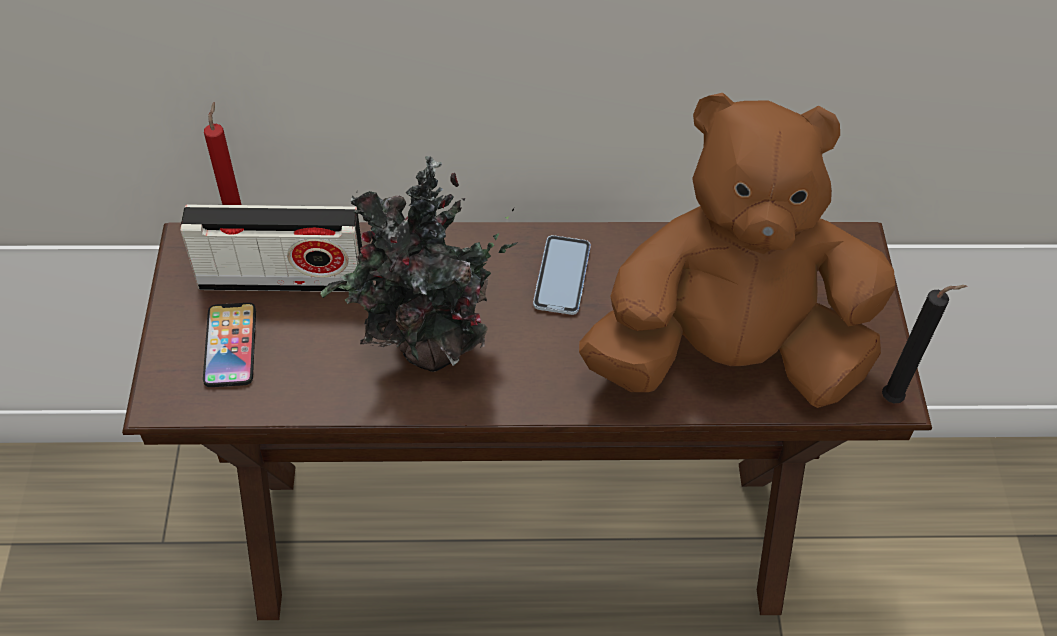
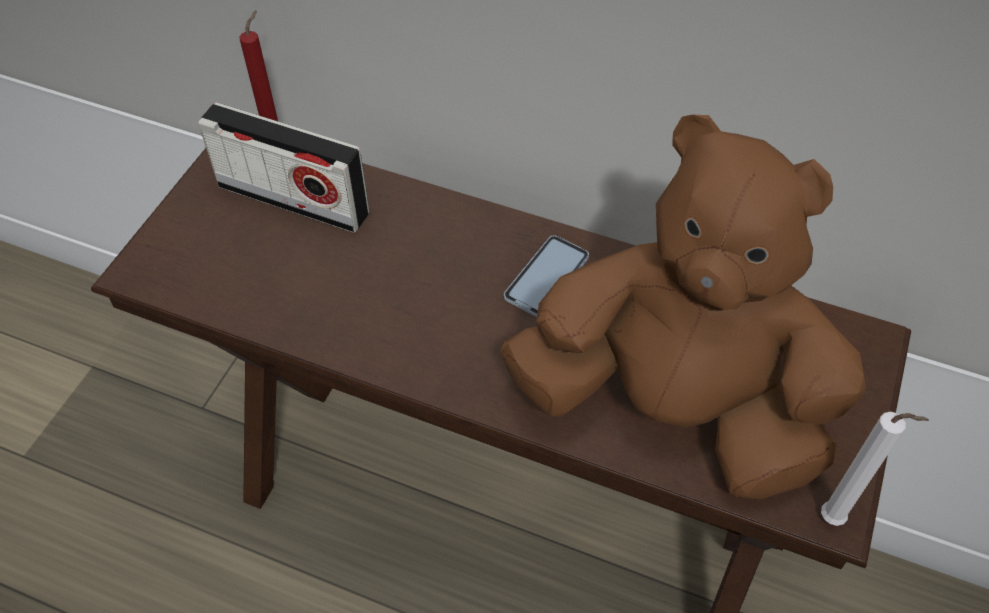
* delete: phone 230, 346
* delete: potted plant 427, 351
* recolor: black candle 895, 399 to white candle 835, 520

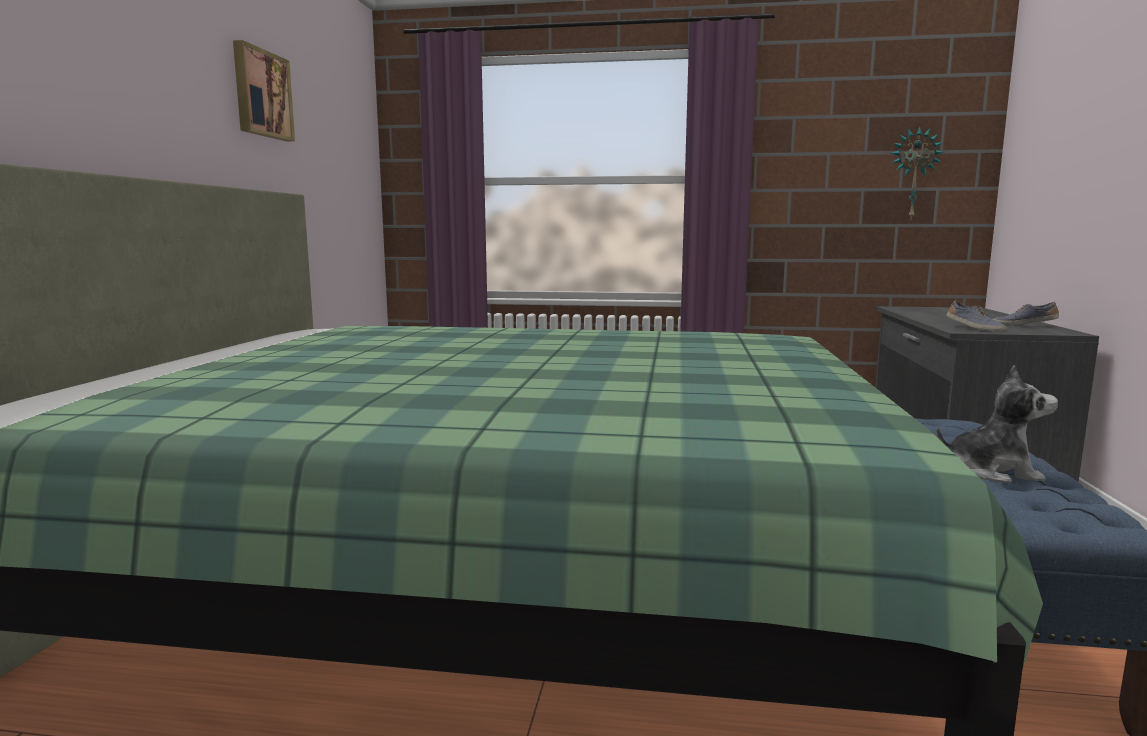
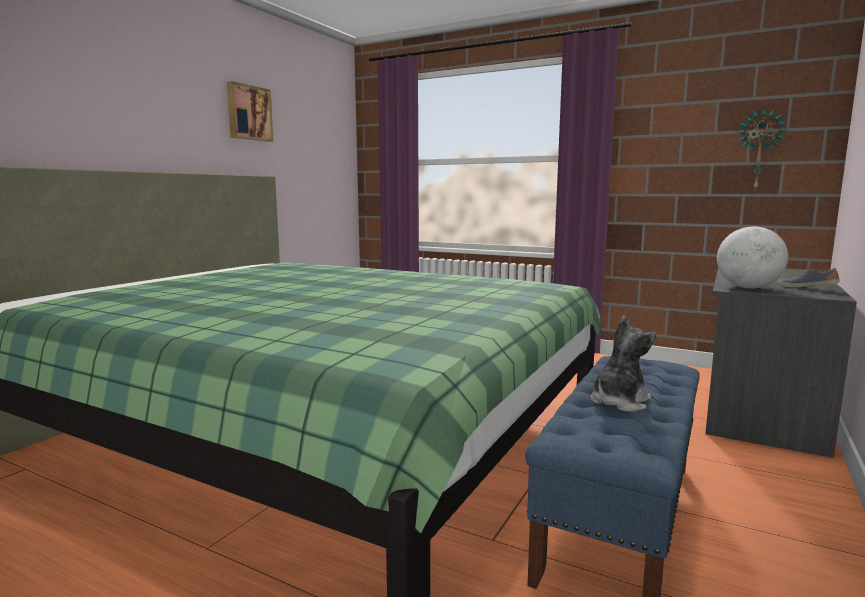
* rotate: plush toy 992, 472 = 618, 402 75 degrees counterclockwise
* replace: shoe 974, 328 to globe 748, 288

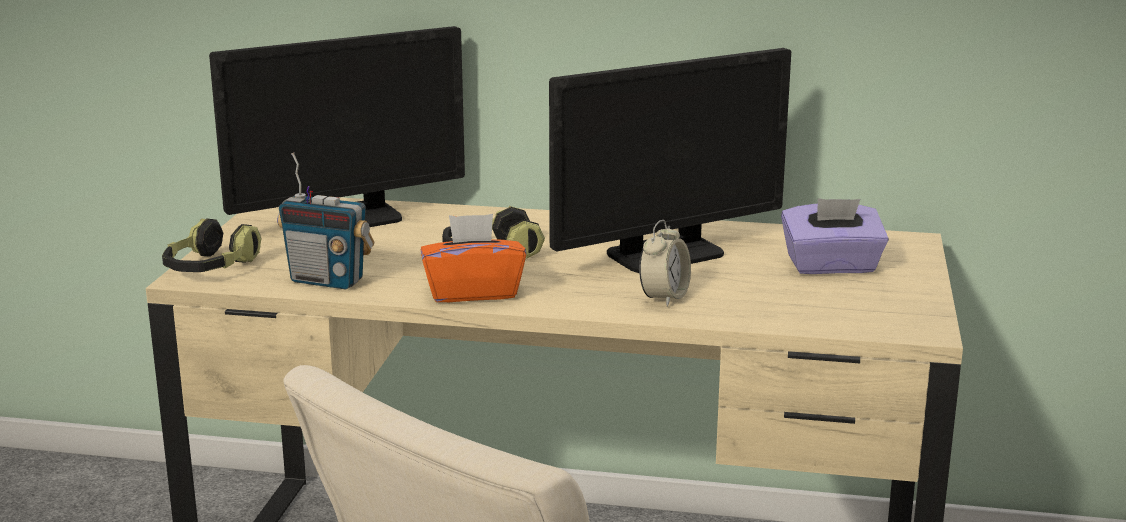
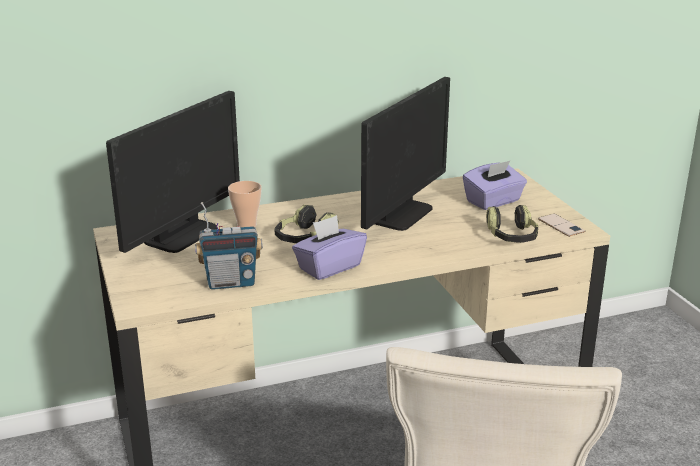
* move: headphones 210, 269 to 512, 237
* recolor: orange tissue box 473, 292 to purple tissue box 329, 267
* delete: alarm clock 664, 297
* insert: cup 246, 226
* insert: phone 561, 225

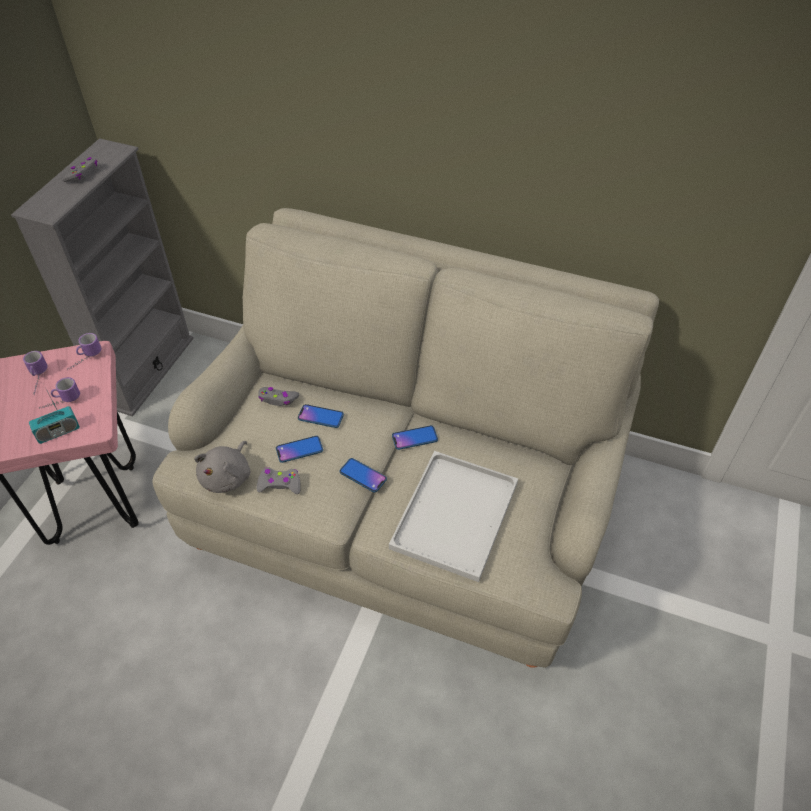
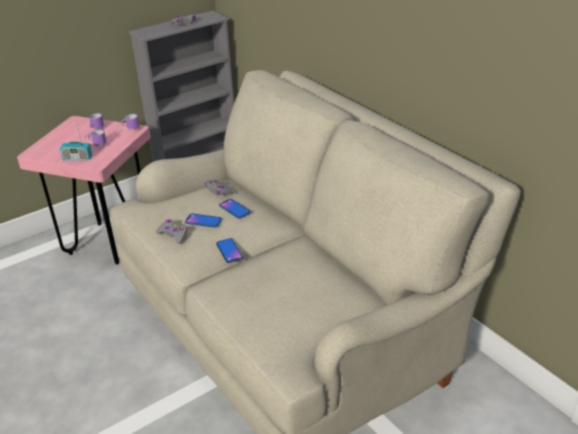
* delete: grey plush toy 228, 476
* delete: white tray 454, 512
* delete: phone 414, 438

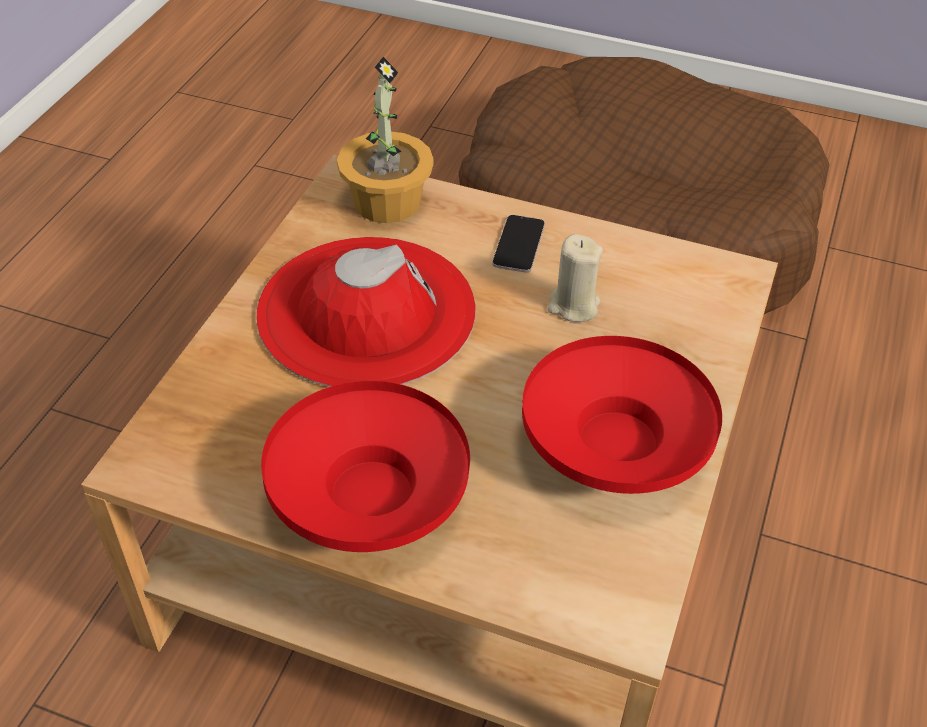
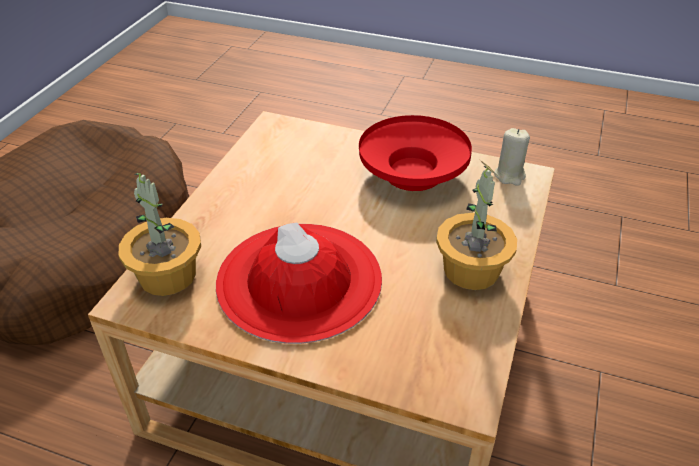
* replace: red bowl 369, 496 to potted plant 470, 270
* delete: phone 518, 244
* move: beige candle 573, 306 to 509, 175

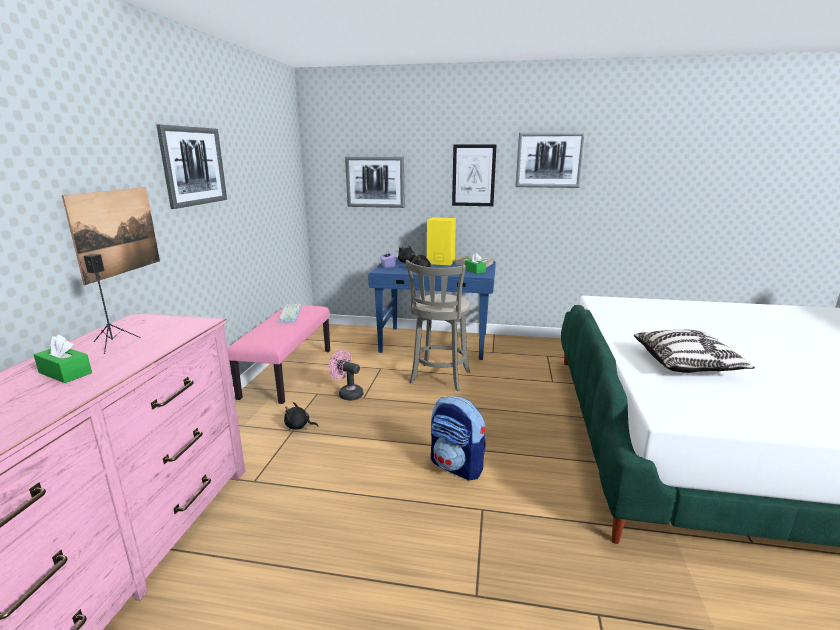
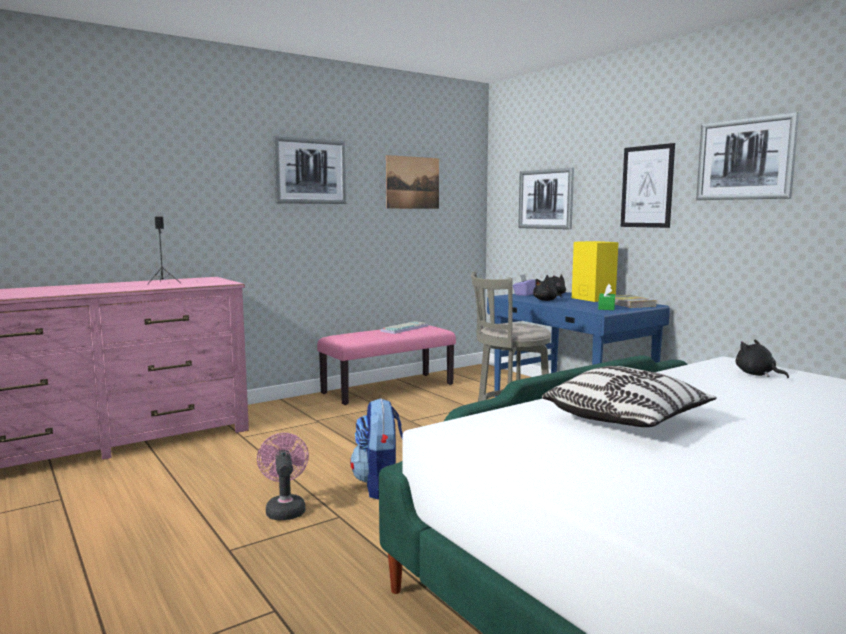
* delete: green tissue box 65, 373
* move: picture 116, 232 to 412, 182
* move: black plush toy 299, 426 to 757, 374
* move: pink fan 347, 394 to 285, 509

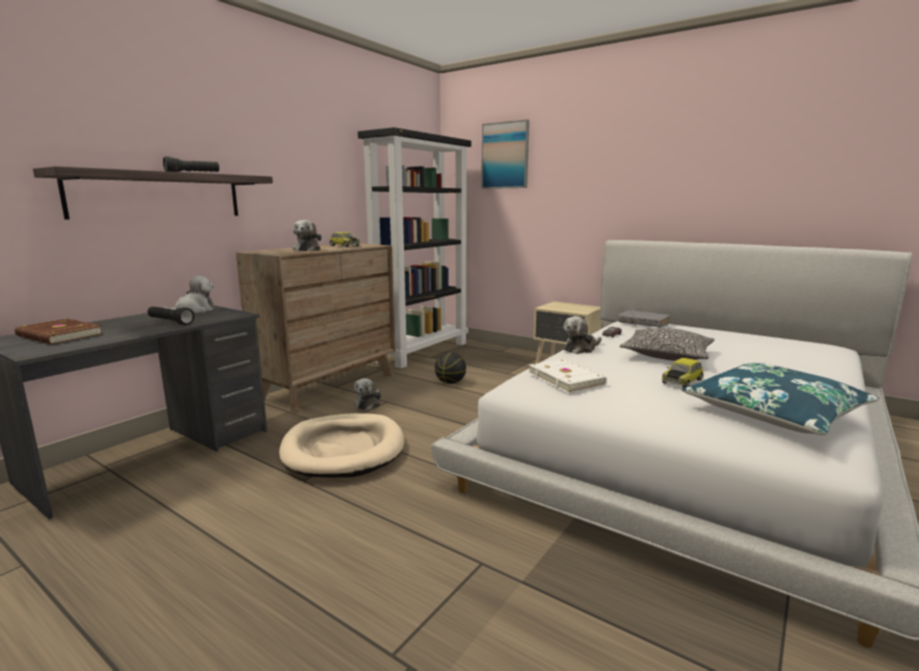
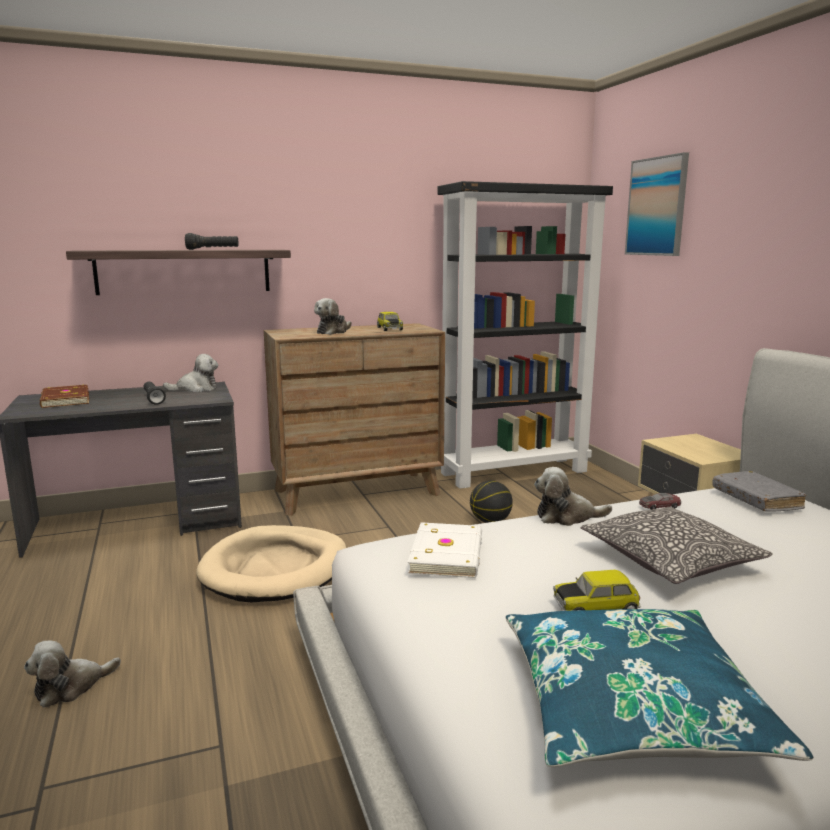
* move: plush toy 369, 403 to 71, 687

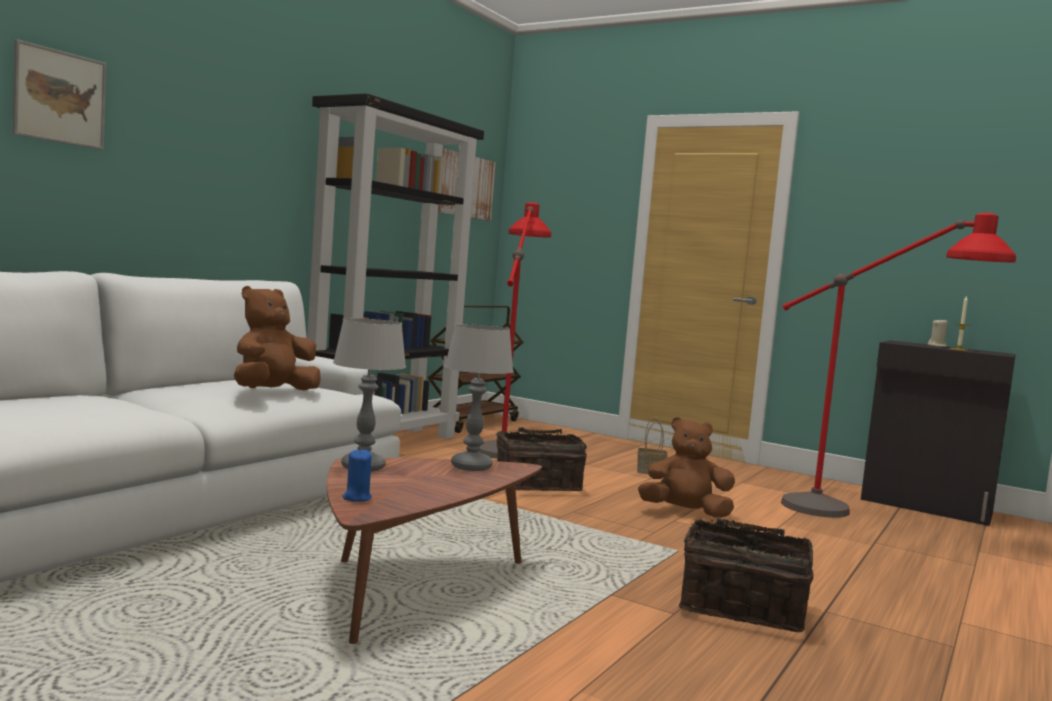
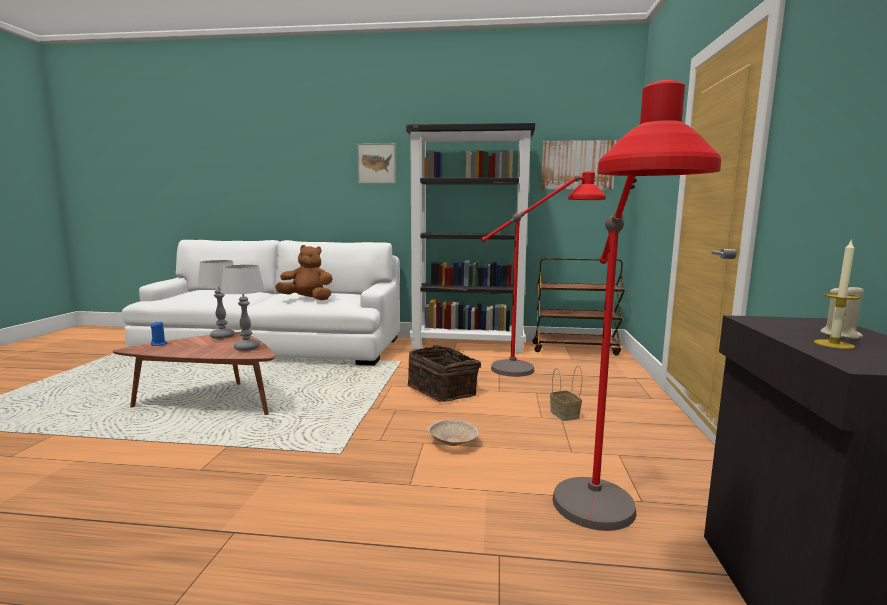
* move: picture 60, 97 to 376, 163
* replace: brown plush toy 685, 512 to beige bowl 453, 443
* delete: basket 742, 608

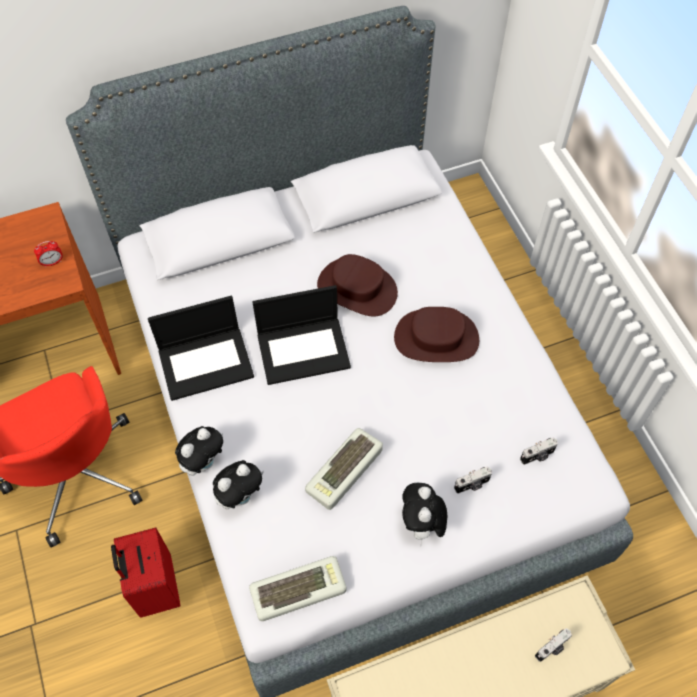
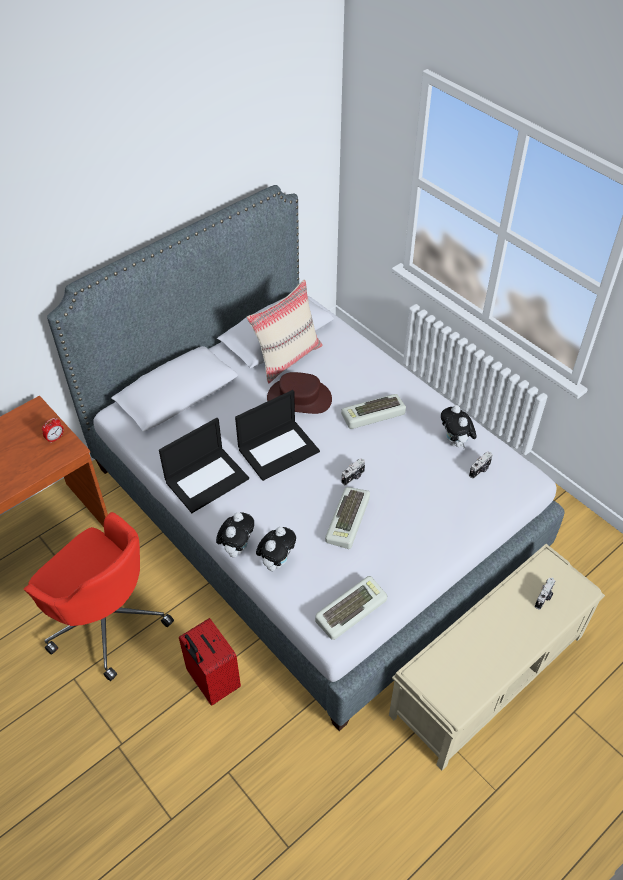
* replace: brown hat 436, 339 to keyboard 373, 415
* move: plush toy 422, 525 to 455, 443
* move: photo camera 472, 485 to 353, 477
* insert: beige pillow 287, 358

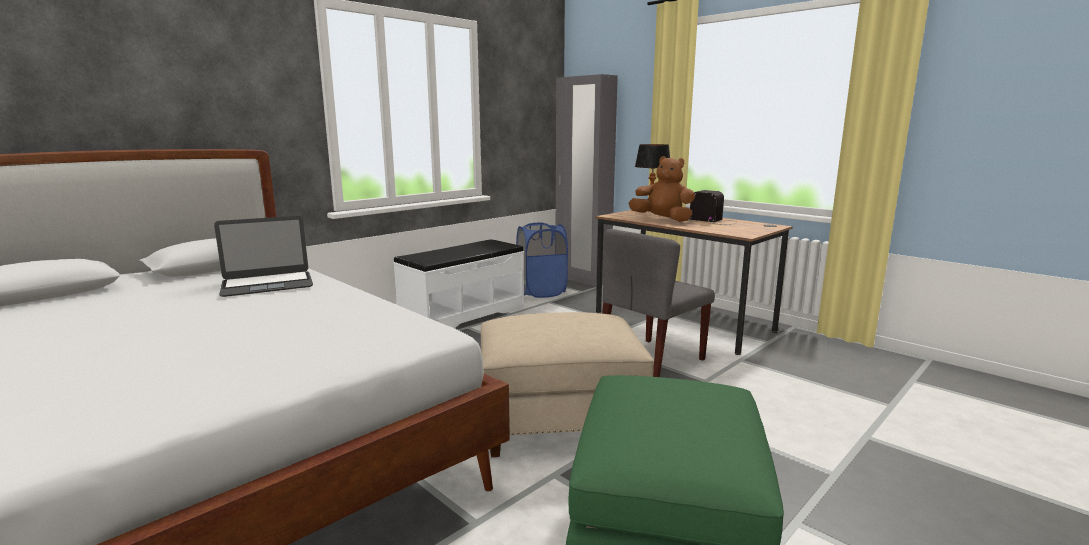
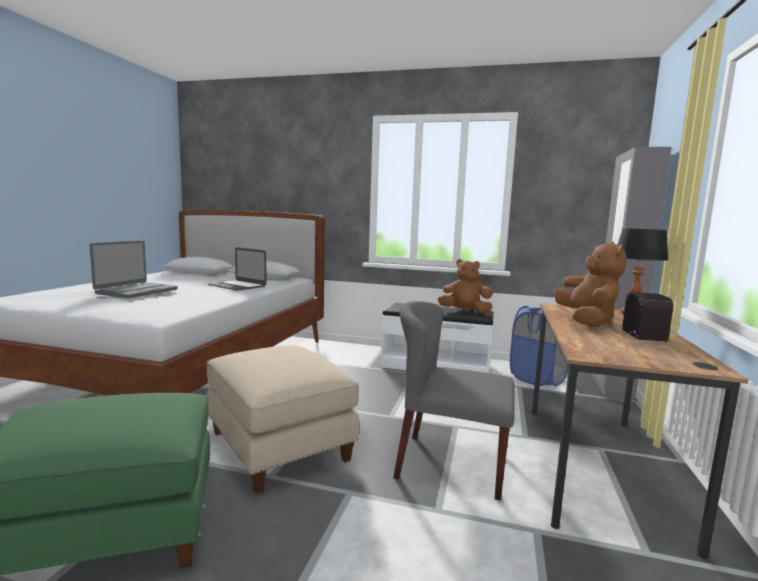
* insert: laptop 136, 291
* insert: brown plush toy 465, 312

